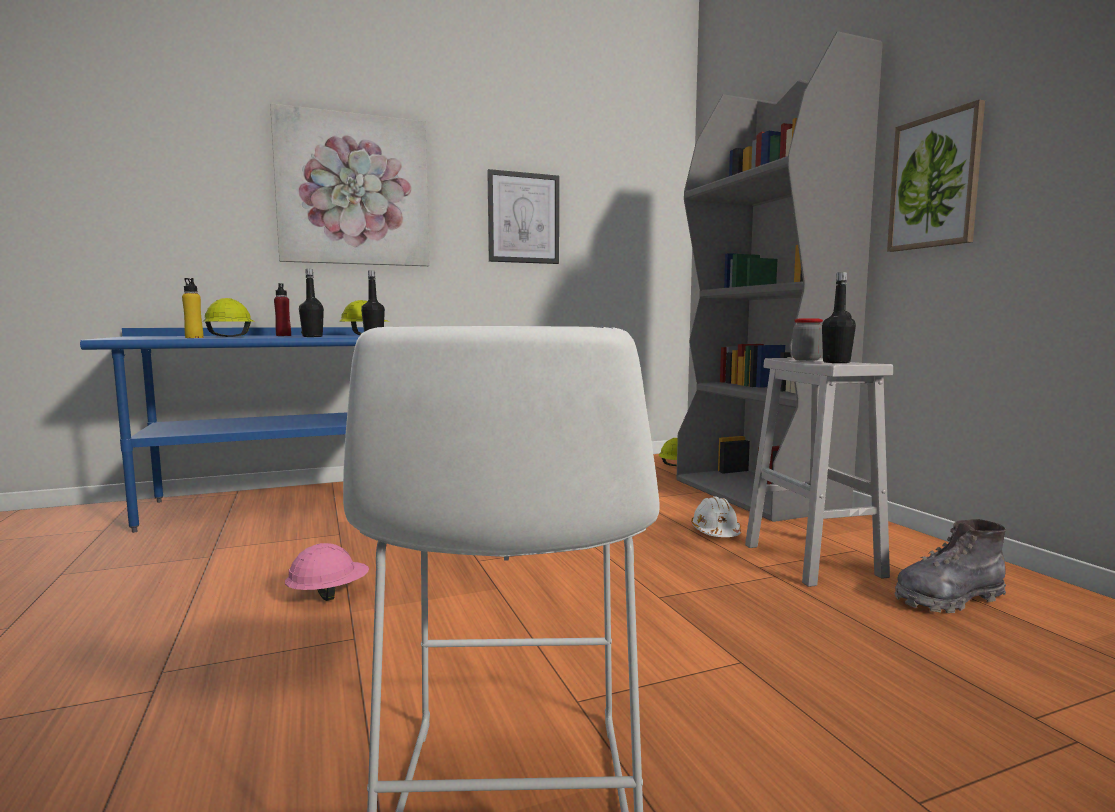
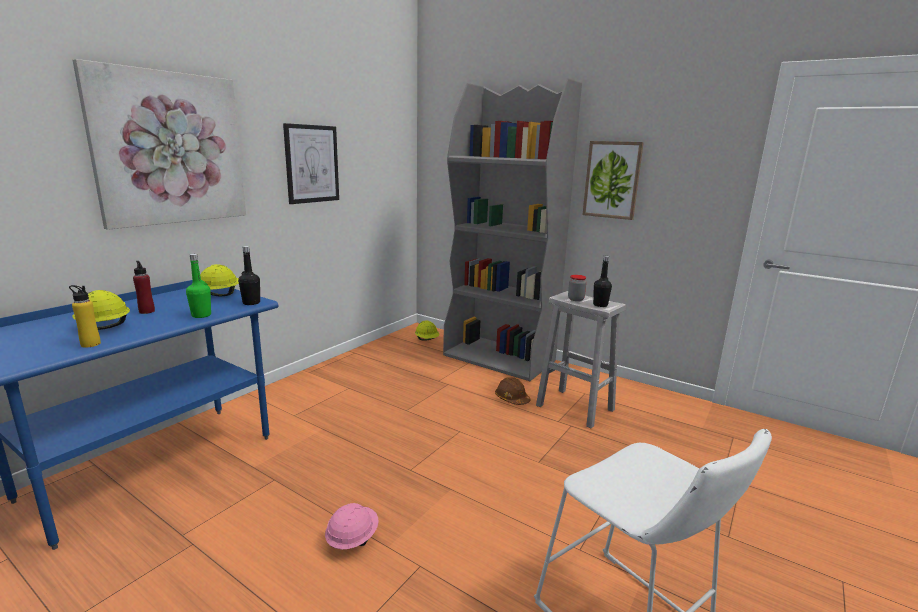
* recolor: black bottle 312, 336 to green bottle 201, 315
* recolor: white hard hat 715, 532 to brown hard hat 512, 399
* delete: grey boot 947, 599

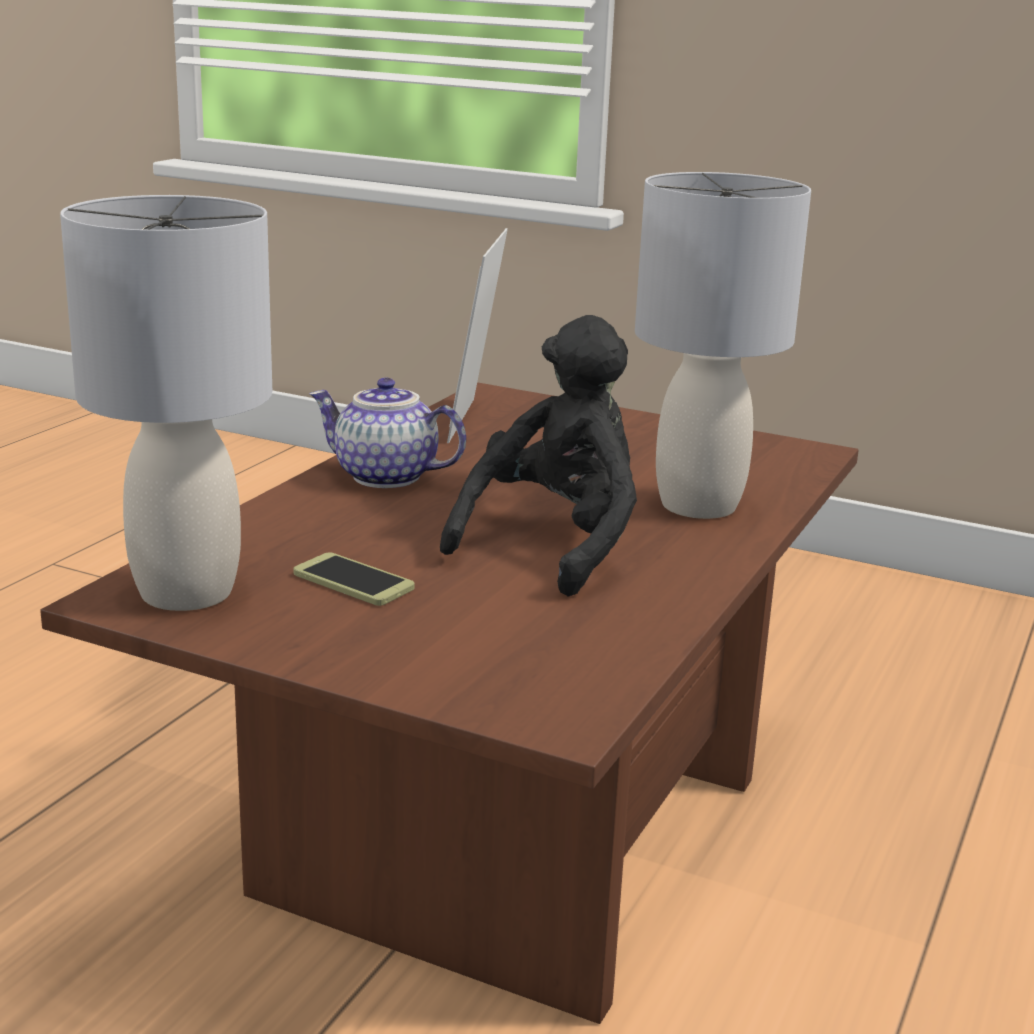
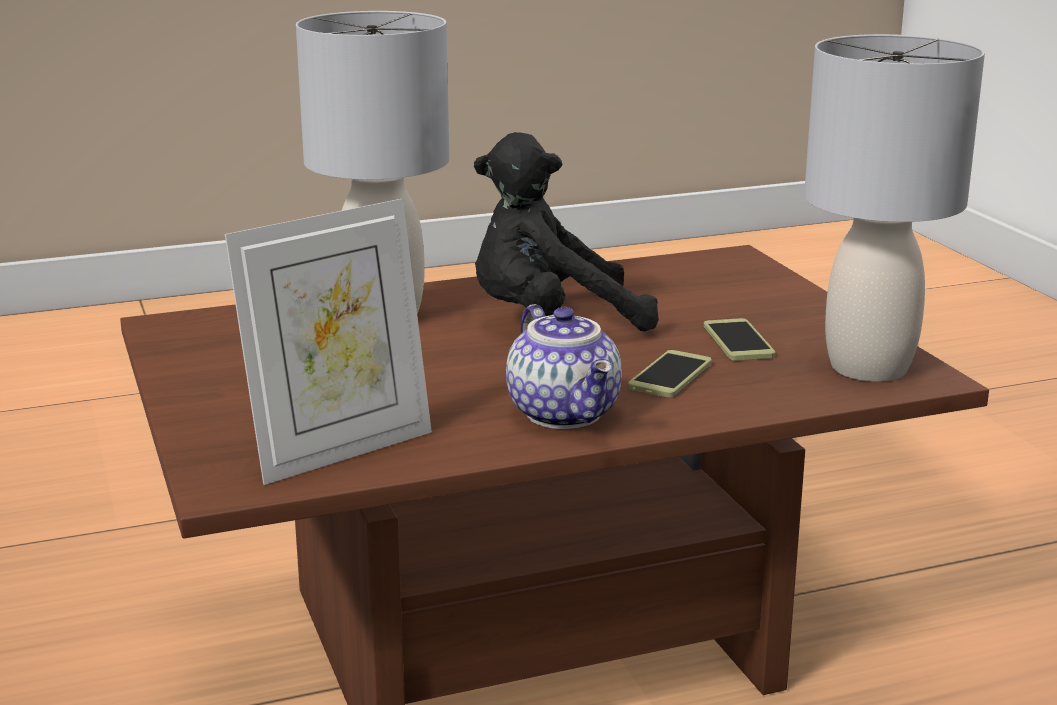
* insert: phone 670, 375

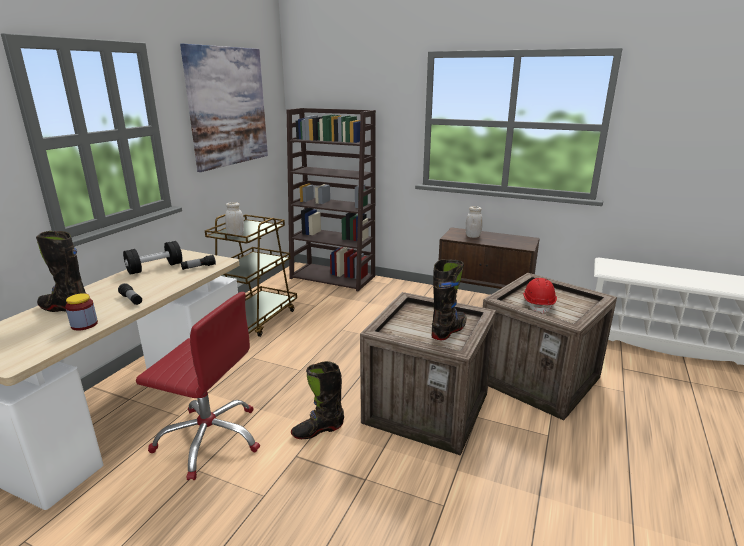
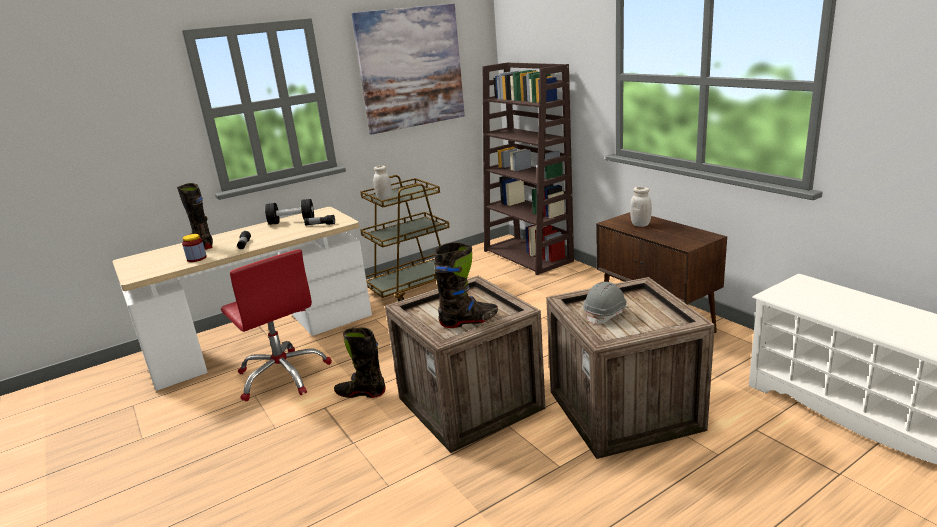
* recolor: red hard hat 538, 304 to grey hard hat 606, 314

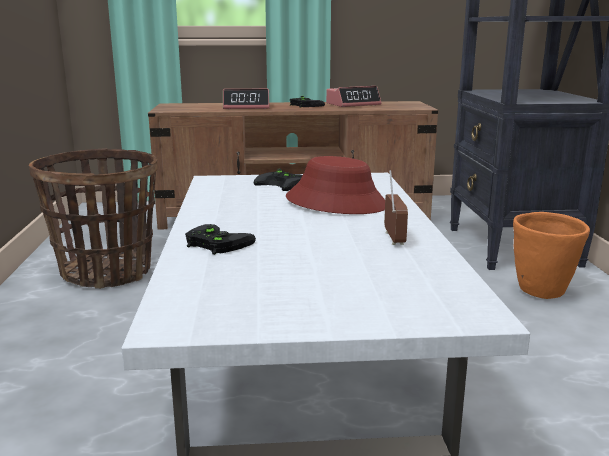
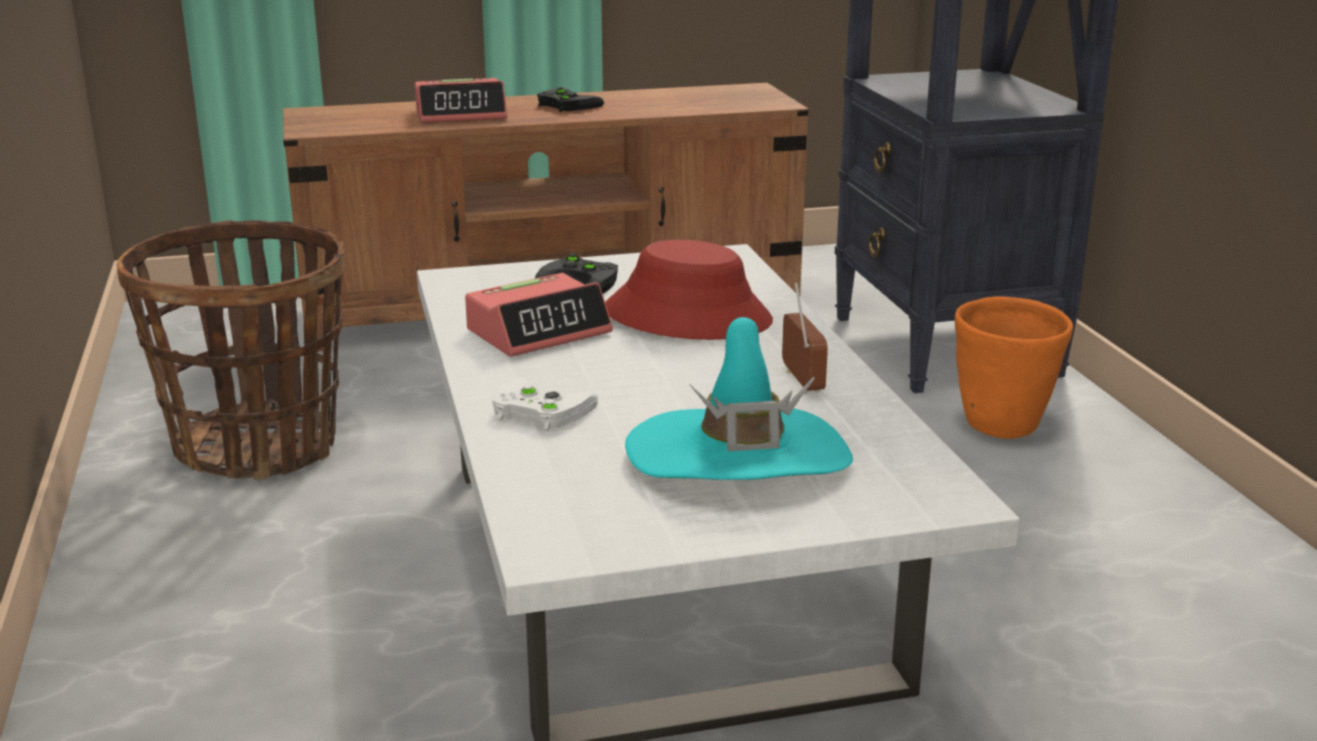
* recolor: black game controller 215, 243 to white game controller 537, 411
* move: alarm clock 353, 104 to 539, 331
* insert: turquoise hat 738, 457

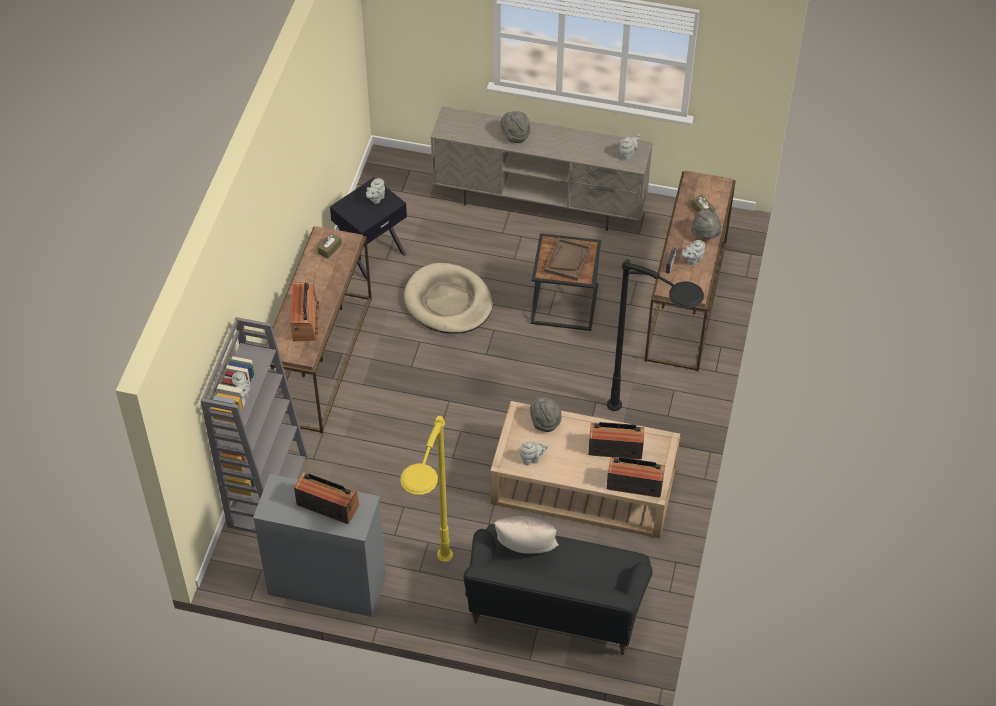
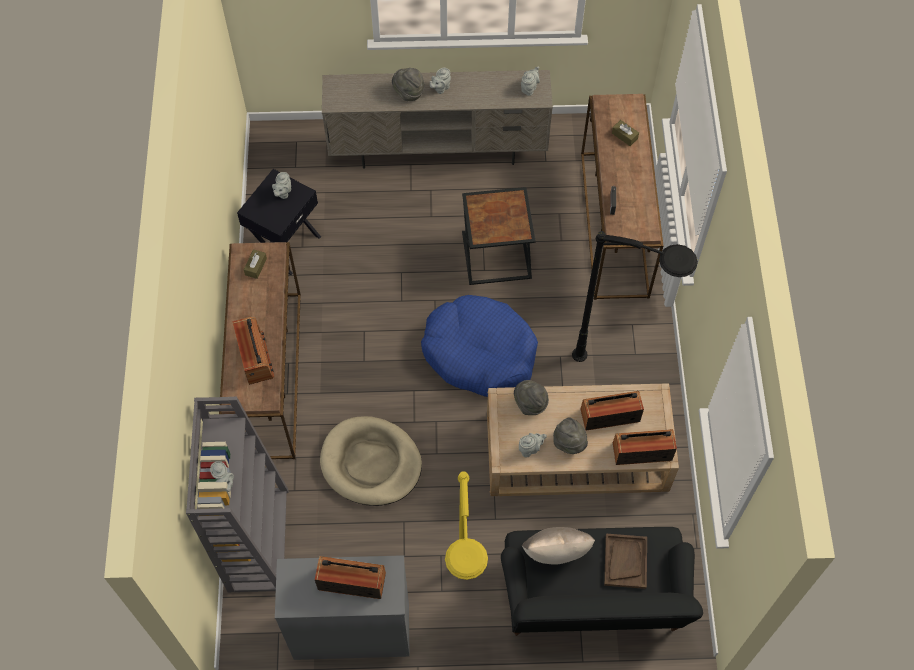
* move: beige dog bed 448, 302 to 371, 463
* move: brown tray 567, 260 to 625, 561
* move: grey teapot 692, 260 to 440, 88
* move: grey hat 706, 235 to 569, 443
* insert: blue dog bed 479, 353

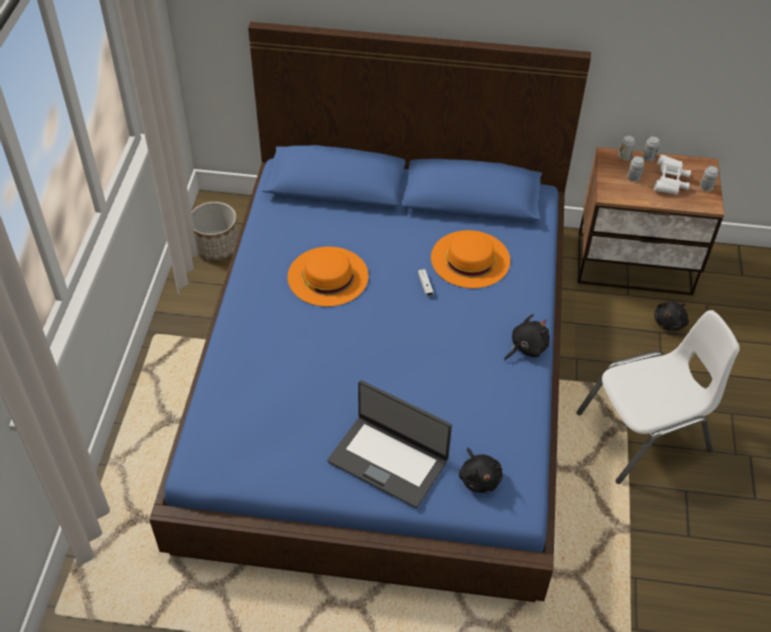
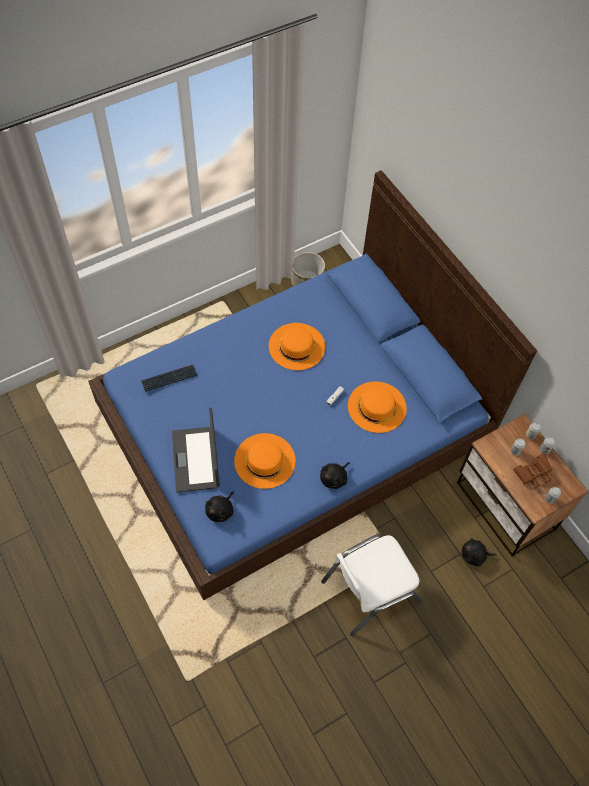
* rotate: black plush toy 526, 347 = 334, 478 120 degrees clockwise
* rotate: white chair 645, 433 = 370, 590 120 degrees clockwise
* recolor: white binoculars 670, 182 to brown binoculars 533, 475
* insert: keyboard 169, 379
* insert: orange hat 265, 460

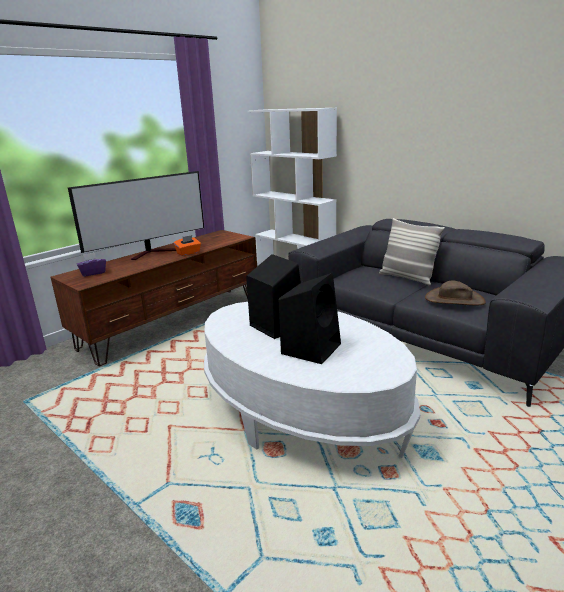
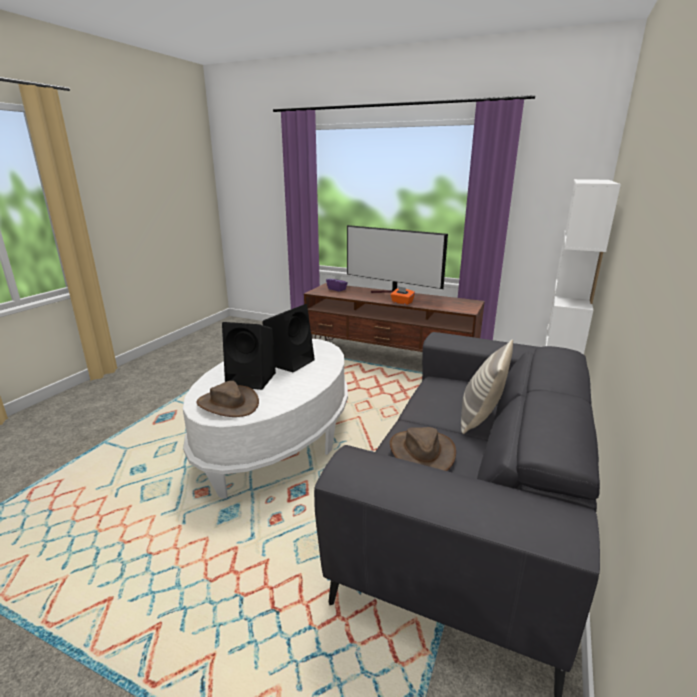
* insert: brown hat 228, 404

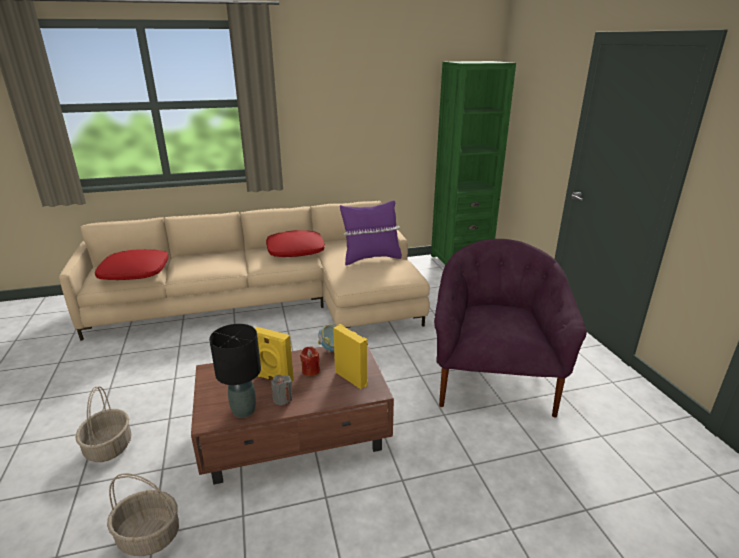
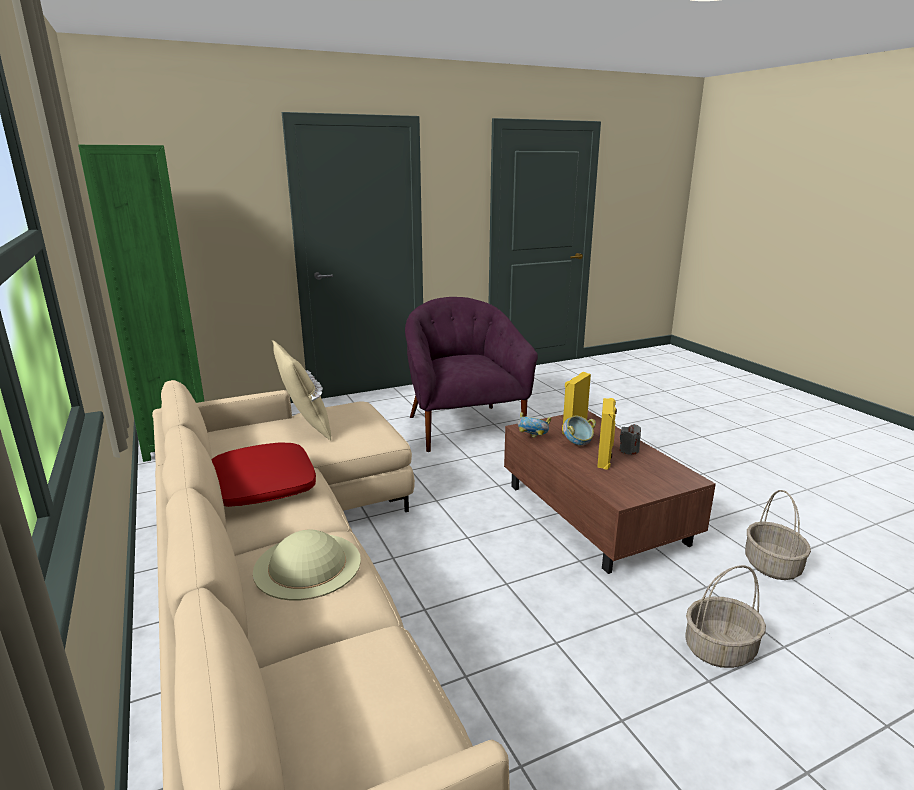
* delete: red pillow 135, 272
* delete: black table lamp 243, 411
* replace: red candle 310, 371 to bowl 577, 444
* recolor: purple pillow 371, 258 to beige pillow 305, 426
* rotate: purple armchair 492, 380 = 463, 427 75 degrees clockwise
* insert: beige hat 307, 565

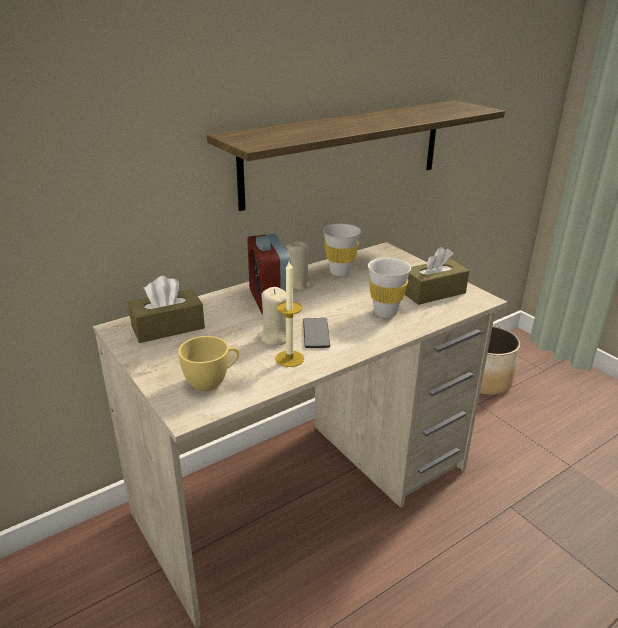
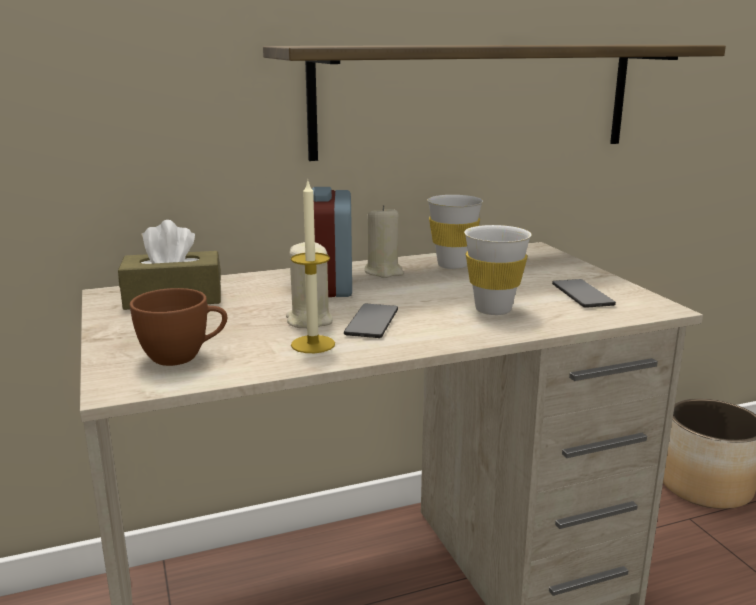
* recolor: yellow cup 212, 381 to brown cup 183, 356
* replace: brown tissue box 433, 292 to phone 582, 295

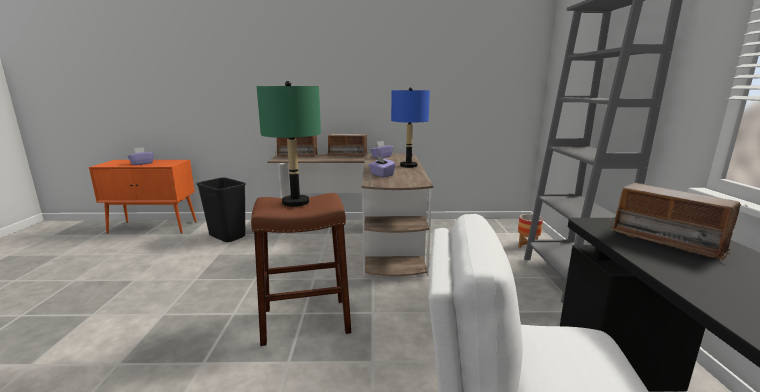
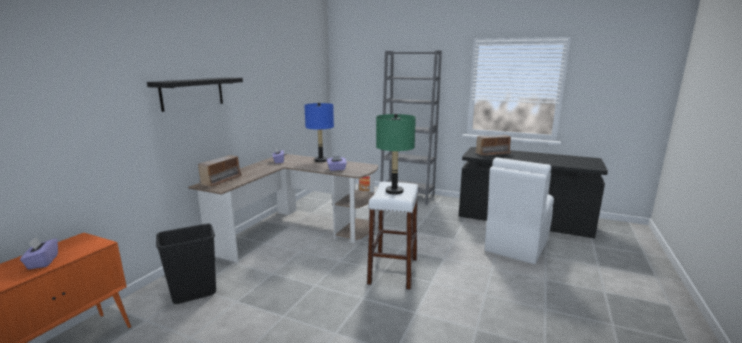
* recolor: brown stool 305, 320 to white stool 393, 271
* delete: radio 348, 155
* insert: black shelf 192, 93

